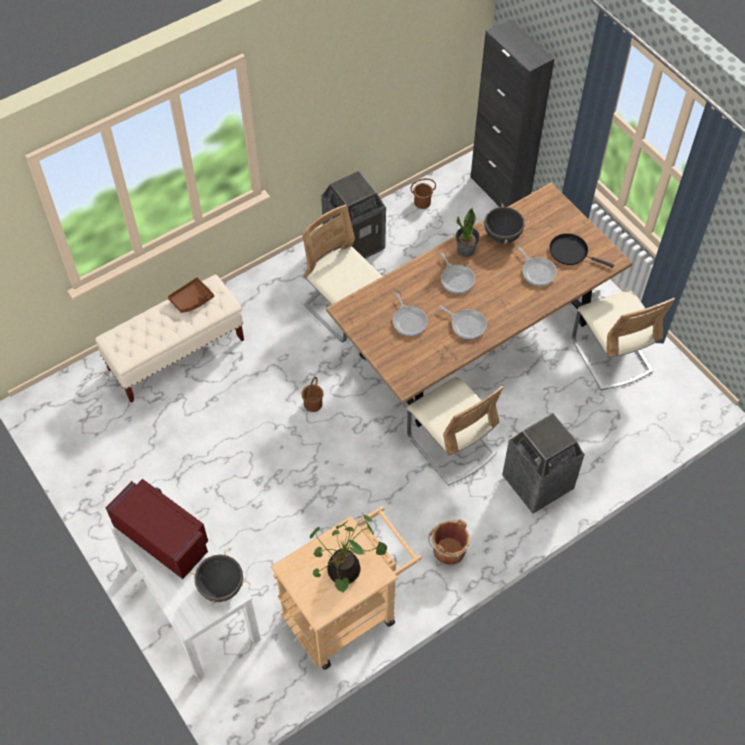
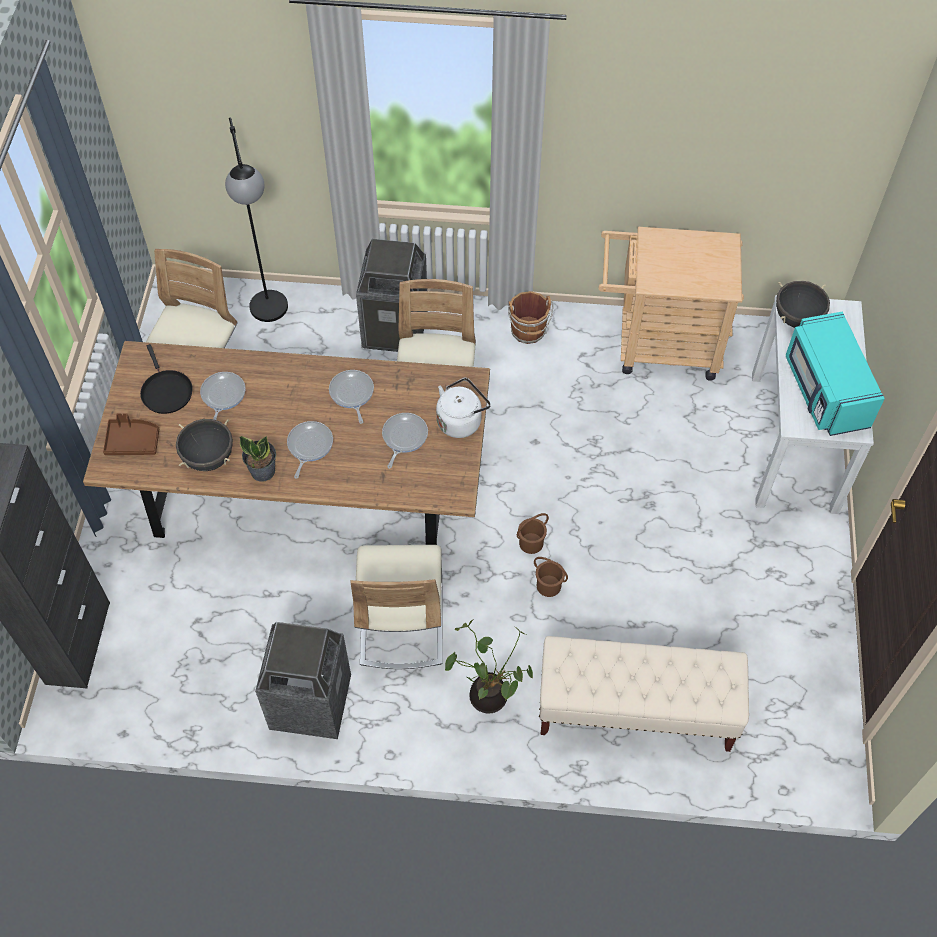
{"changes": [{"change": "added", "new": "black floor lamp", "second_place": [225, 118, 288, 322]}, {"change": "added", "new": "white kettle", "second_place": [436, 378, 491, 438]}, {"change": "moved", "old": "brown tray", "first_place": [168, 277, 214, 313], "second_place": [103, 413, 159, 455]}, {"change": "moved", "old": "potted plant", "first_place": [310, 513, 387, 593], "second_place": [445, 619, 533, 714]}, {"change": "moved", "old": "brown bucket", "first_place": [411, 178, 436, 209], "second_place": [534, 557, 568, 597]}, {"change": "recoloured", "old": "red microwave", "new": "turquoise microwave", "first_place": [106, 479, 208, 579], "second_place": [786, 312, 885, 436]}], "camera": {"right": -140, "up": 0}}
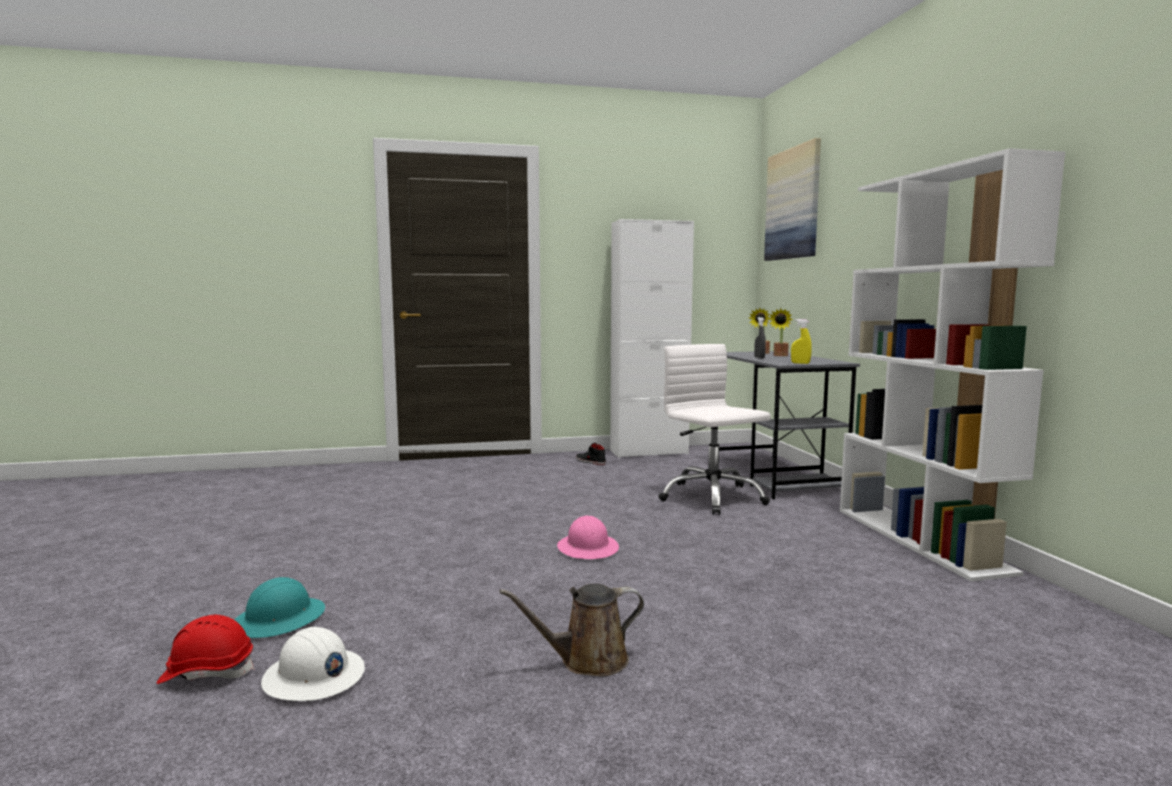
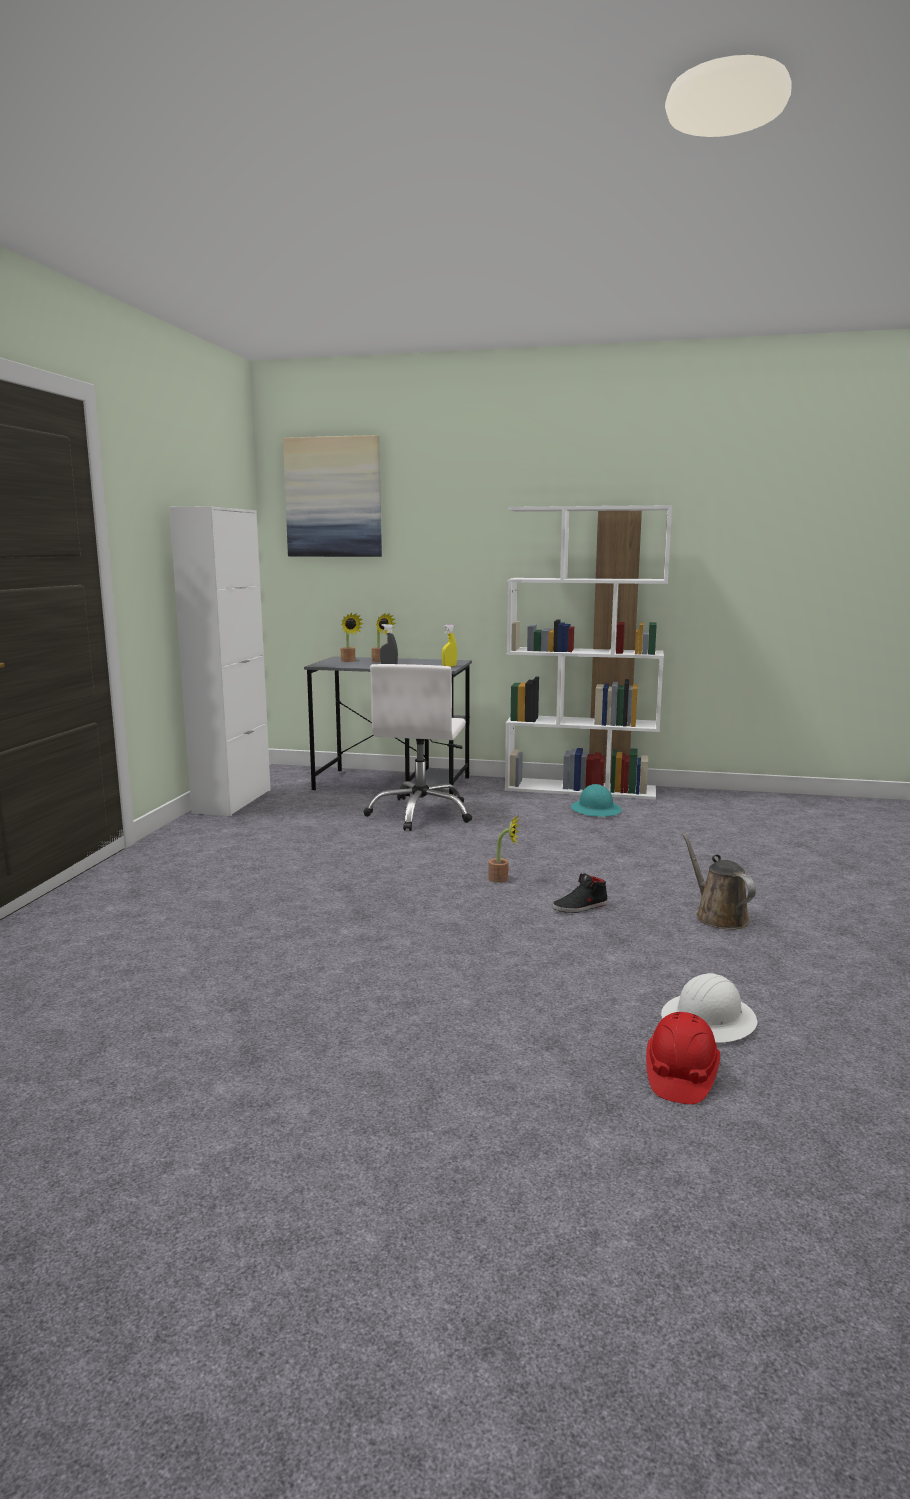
{"changes": [{"change": "moved", "old": "turquoise hard hat", "first_place": [235, 577, 325, 638], "second_place": [571, 784, 622, 817]}, {"change": "moved", "old": "black shoe", "first_place": [576, 443, 606, 465], "second_place": [553, 874, 607, 913]}, {"change": "replaced", "old": "pink hard hat", "new": "potted plant", "first_place": [557, 516, 619, 559], "second_place": [488, 816, 519, 882]}, {"change": "turned", "old": "brown watering can", "first_place": [500, 583, 644, 676], "second_place": [682, 833, 756, 929], "degrees": 150}, {"change": "turned", "old": "white office chair", "first_place": [658, 344, 771, 515], "second_place": [364, 664, 472, 831], "degrees": -75}], "camera": {"right": -65, "up": 5}}
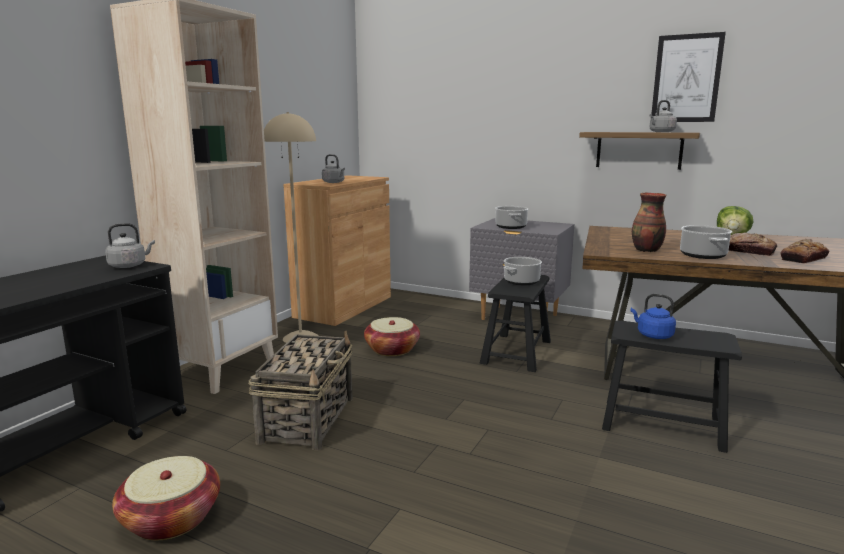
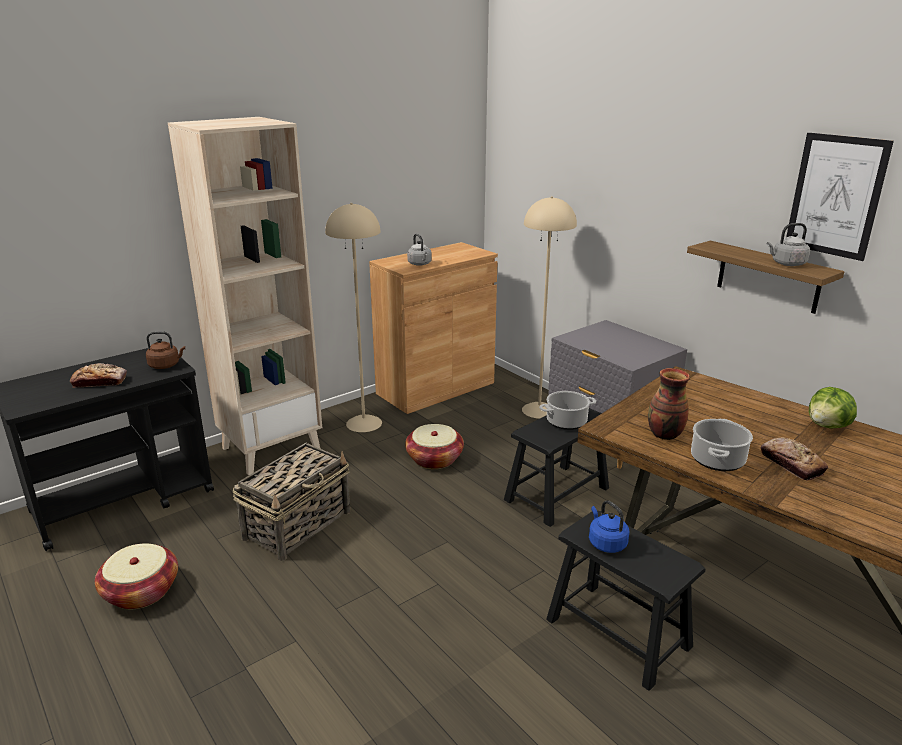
{"changes": [{"change": "removed", "old": "cooking pot", "first_place": [495, 206, 528, 229]}, {"change": "added", "new": "beige floor lamp", "second_place": [522, 196, 577, 419]}, {"change": "moved", "old": "bread", "first_place": [780, 239, 829, 264], "second_place": [70, 363, 127, 388]}, {"change": "recoloured", "old": "grey kettle", "new": "brown kettle", "first_place": [105, 223, 155, 268], "second_place": [146, 331, 185, 369]}], "camera": {"right": 25, "up": 10}}
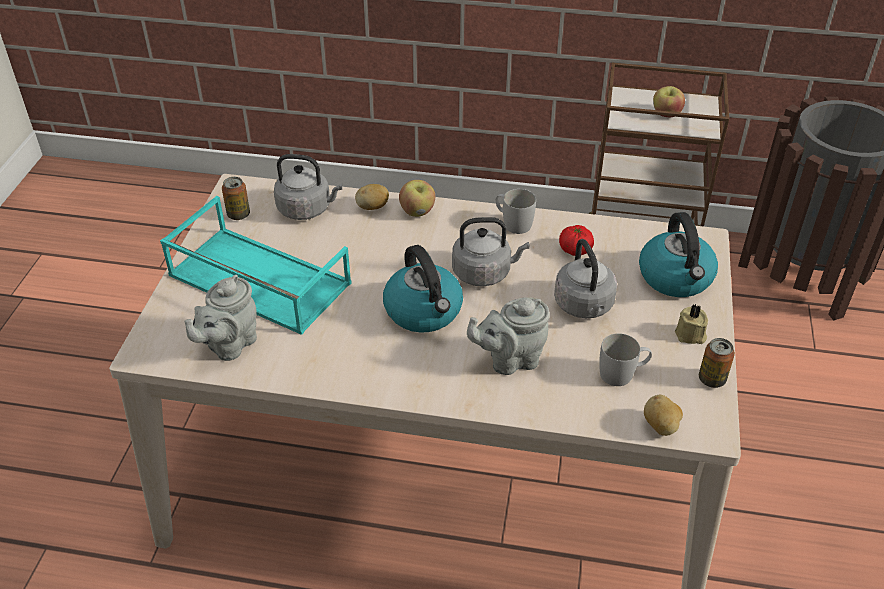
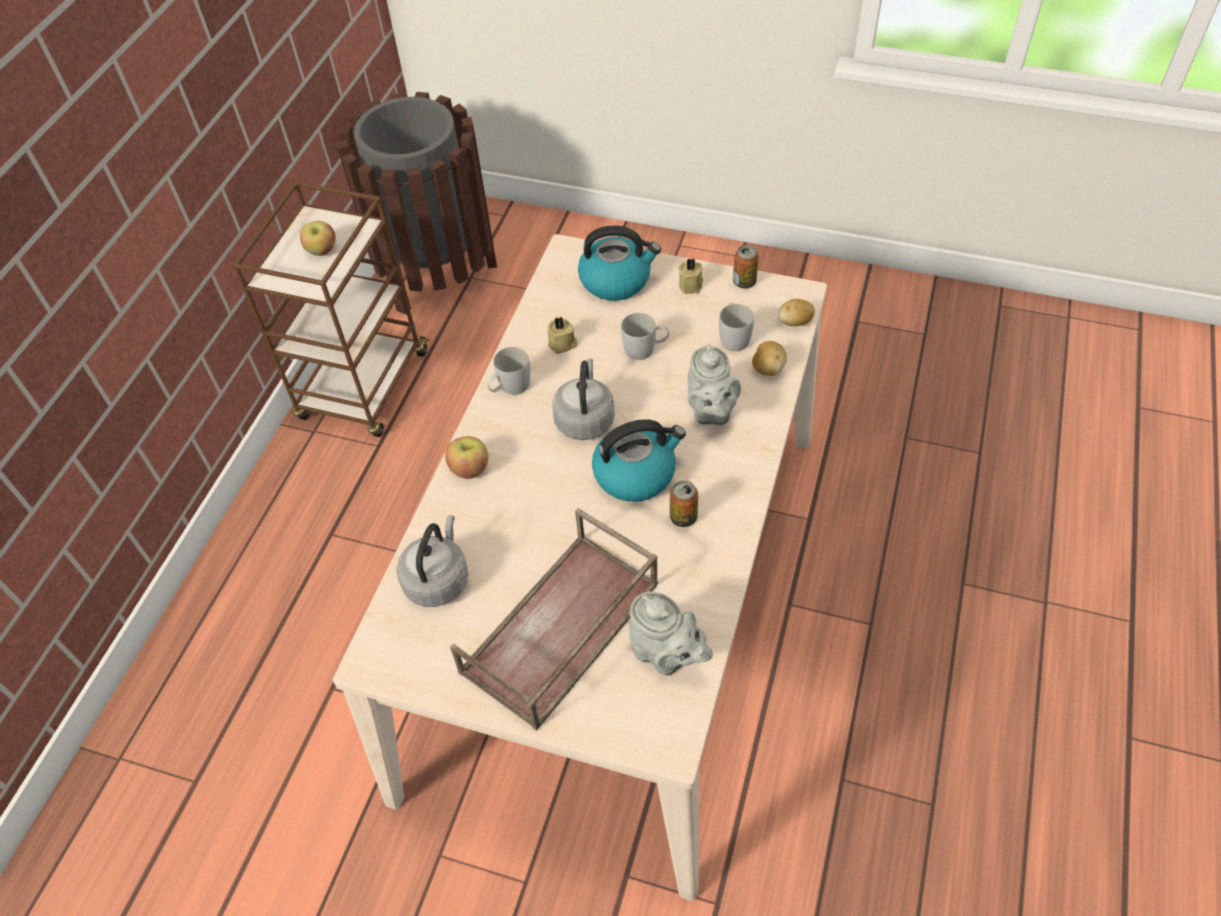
{"changes": [{"change": "moved", "old": "can", "first_place": [222, 177, 250, 220], "second_place": [670, 480, 698, 527]}, {"change": "moved", "old": "potato", "first_place": [355, 184, 389, 210], "second_place": [752, 341, 787, 376]}, {"change": "replaced", "old": "grey kettle", "new": "white mug", "first_place": [554, 239, 617, 318], "second_place": [621, 313, 669, 360]}, {"change": "replaced", "old": "tomato", "new": "beige candle", "first_place": [559, 225, 594, 256], "second_place": [547, 317, 578, 354]}, {"change": "recoloured", "old": "turquoise tray", "new": "brown tray", "first_place": [160, 196, 352, 335], "second_place": [450, 508, 658, 731]}], "camera": {"right": -80, "up": 10}}
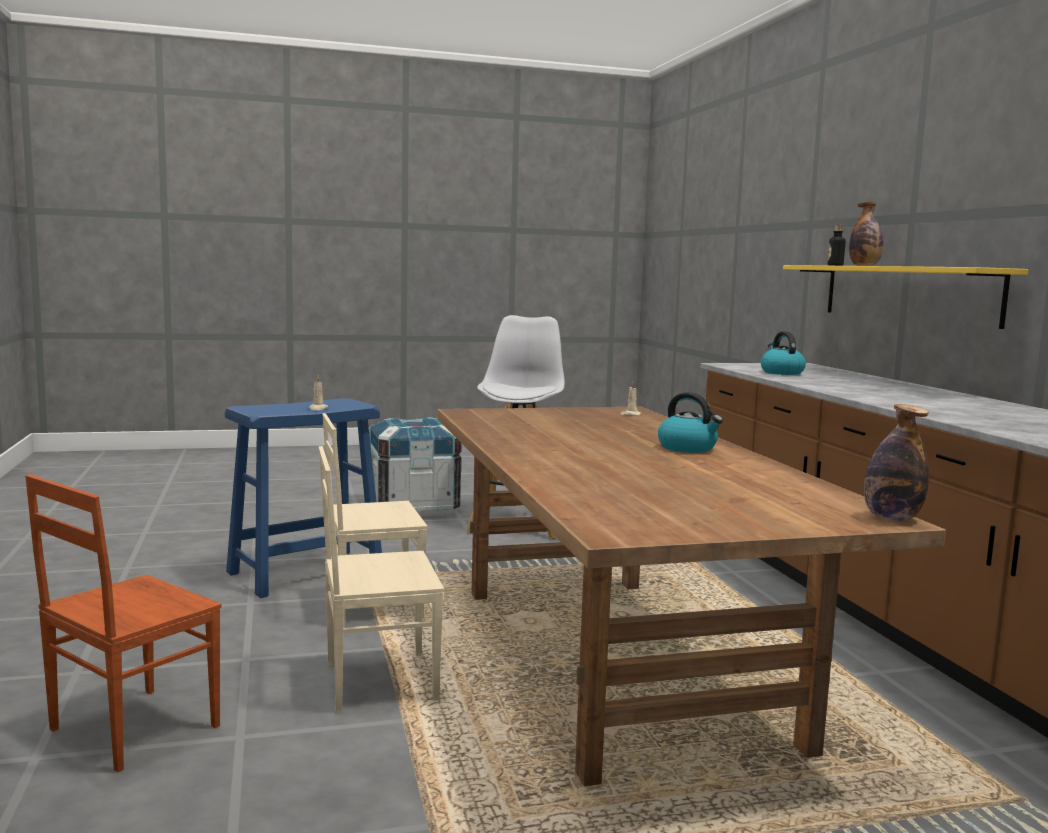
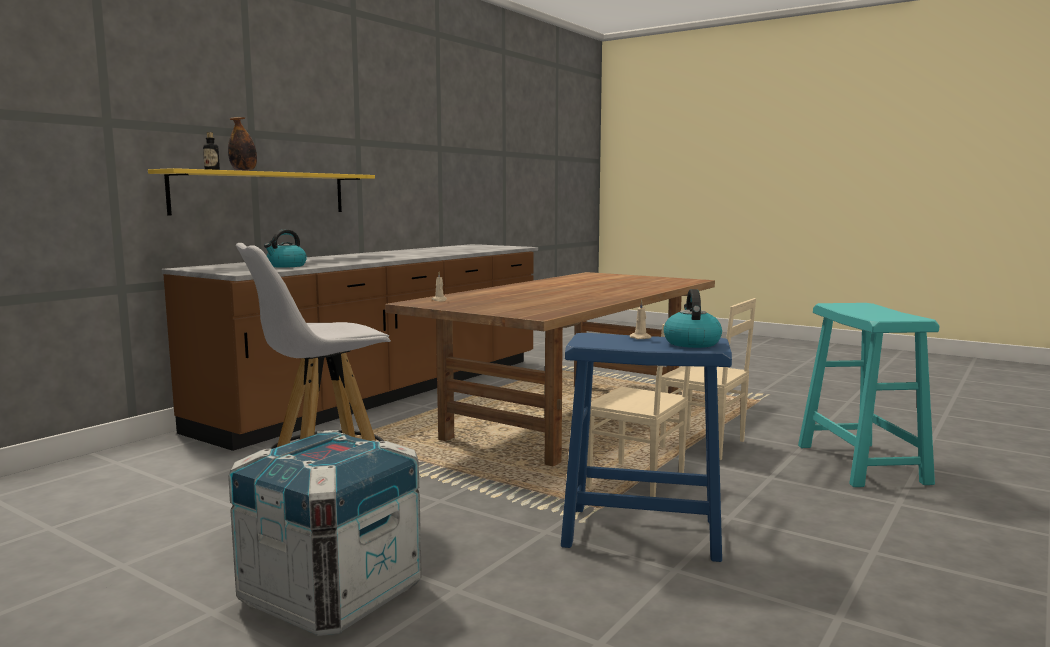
{"changes": [{"change": "removed", "old": "bottle", "first_place": [864, 404, 929, 521]}, {"change": "moved", "old": "kettle", "first_place": [658, 392, 723, 453], "second_place": [664, 289, 722, 348]}, {"change": "replaced", "old": "brown chair", "new": "turquoise stool", "first_place": [25, 474, 222, 772], "second_place": [798, 303, 939, 487]}], "camera": {"right": -130, "up": 0}}
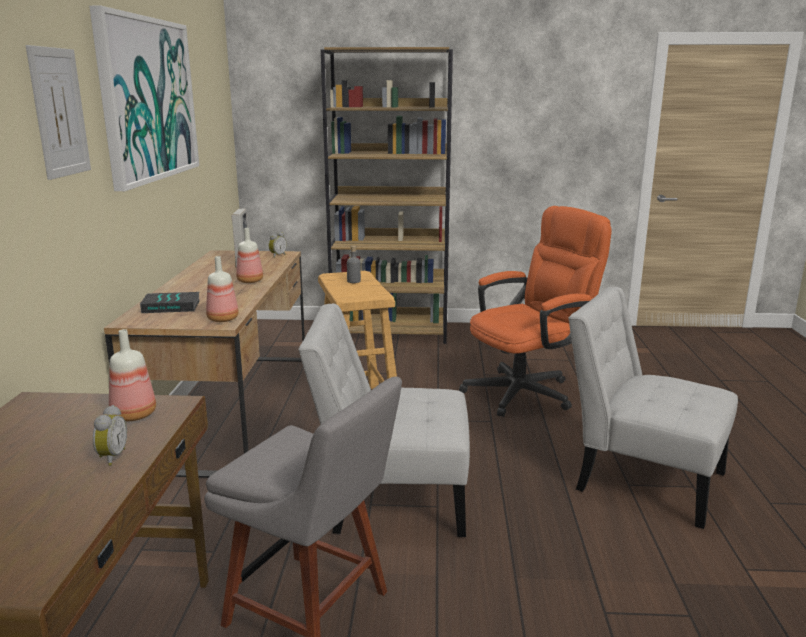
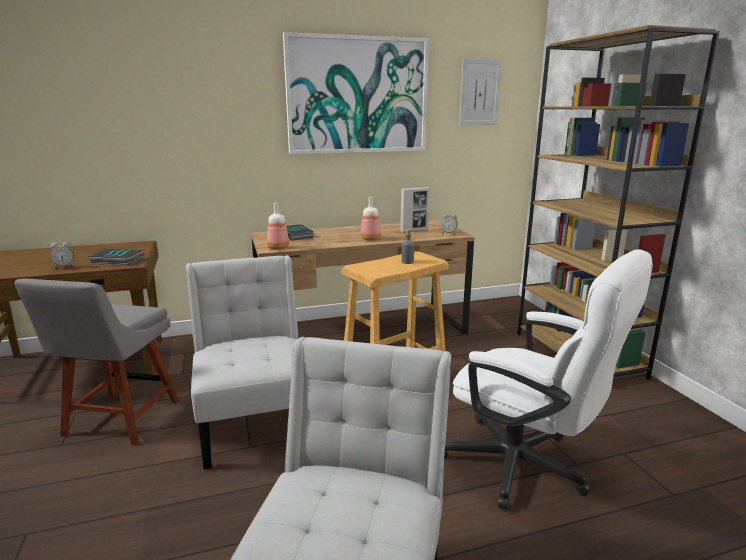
{"changes": [{"change": "moved", "old": "picture", "first_place": [26, 45, 91, 180], "second_place": [459, 58, 502, 125]}, {"change": "replaced", "old": "bottle", "new": "book", "first_place": [109, 329, 156, 421], "second_place": [89, 248, 144, 266]}, {"change": "recoloured", "old": "orange office chair", "new": "white office chair", "first_place": [459, 206, 612, 417], "second_place": [444, 250, 653, 510]}], "camera": {"right": 70, "up": 0}}
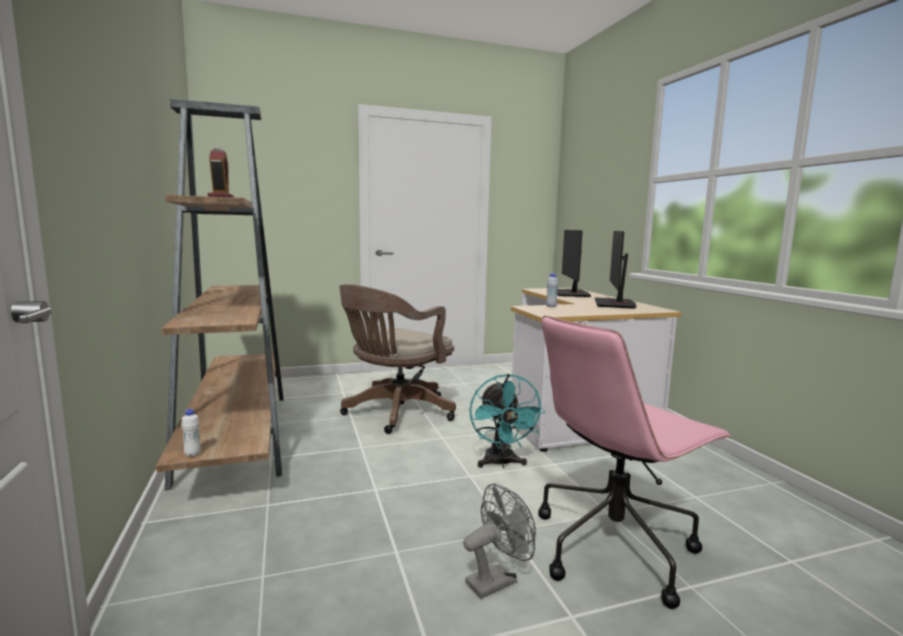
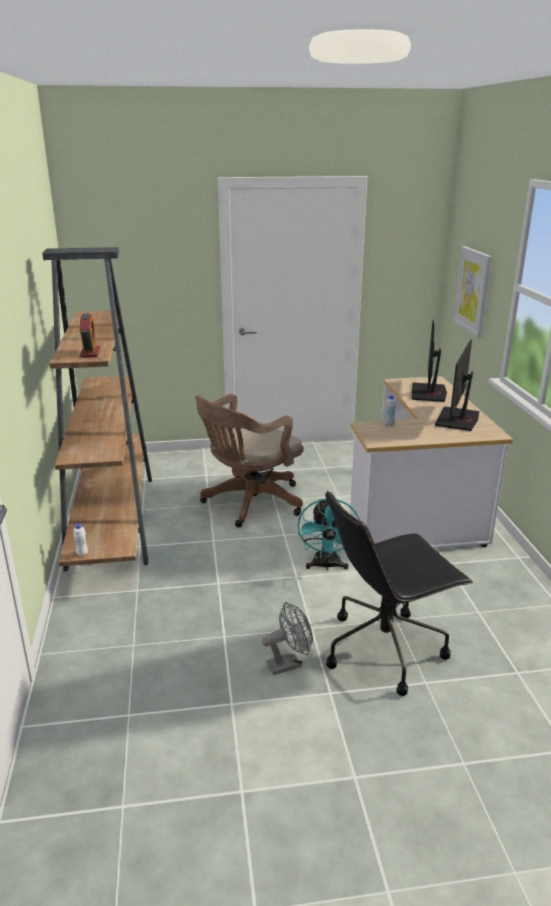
{"changes": [{"change": "added", "new": "picture", "second_place": [453, 246, 492, 338]}, {"change": "recoloured", "old": "pink office chair", "new": "black office chair", "first_place": [538, 316, 731, 609], "second_place": [325, 490, 473, 696]}], "camera": {"right": 10, "up": 15}}
